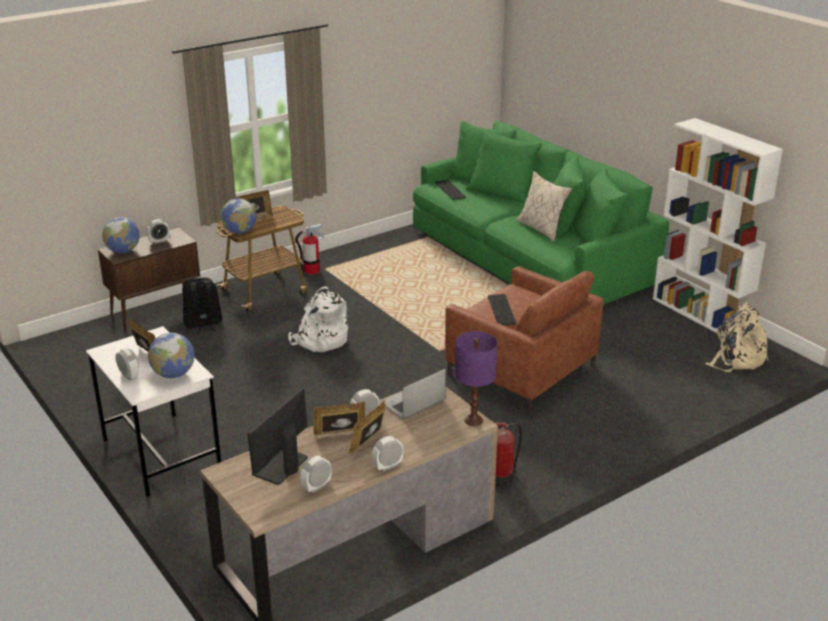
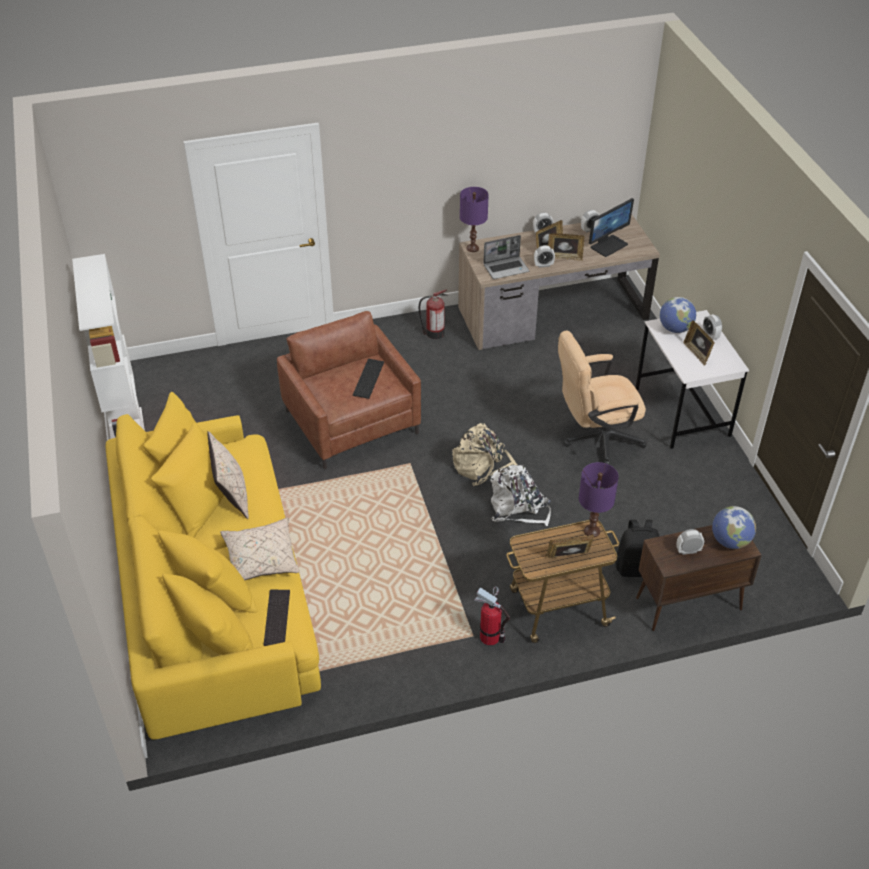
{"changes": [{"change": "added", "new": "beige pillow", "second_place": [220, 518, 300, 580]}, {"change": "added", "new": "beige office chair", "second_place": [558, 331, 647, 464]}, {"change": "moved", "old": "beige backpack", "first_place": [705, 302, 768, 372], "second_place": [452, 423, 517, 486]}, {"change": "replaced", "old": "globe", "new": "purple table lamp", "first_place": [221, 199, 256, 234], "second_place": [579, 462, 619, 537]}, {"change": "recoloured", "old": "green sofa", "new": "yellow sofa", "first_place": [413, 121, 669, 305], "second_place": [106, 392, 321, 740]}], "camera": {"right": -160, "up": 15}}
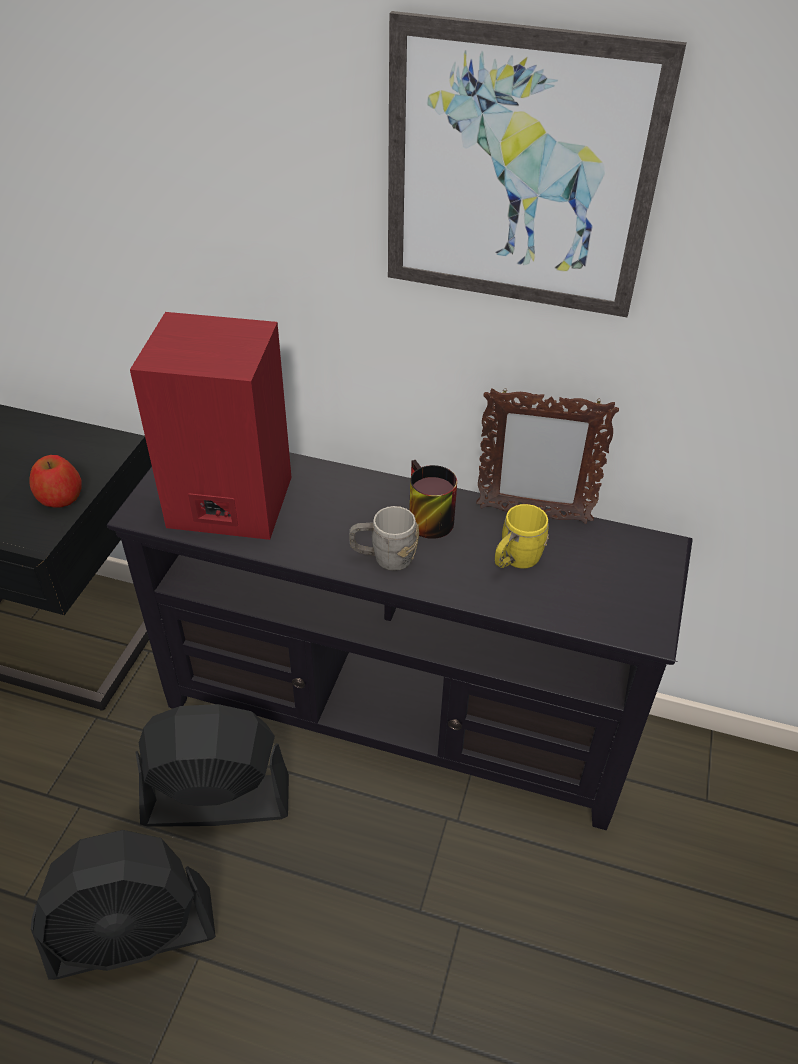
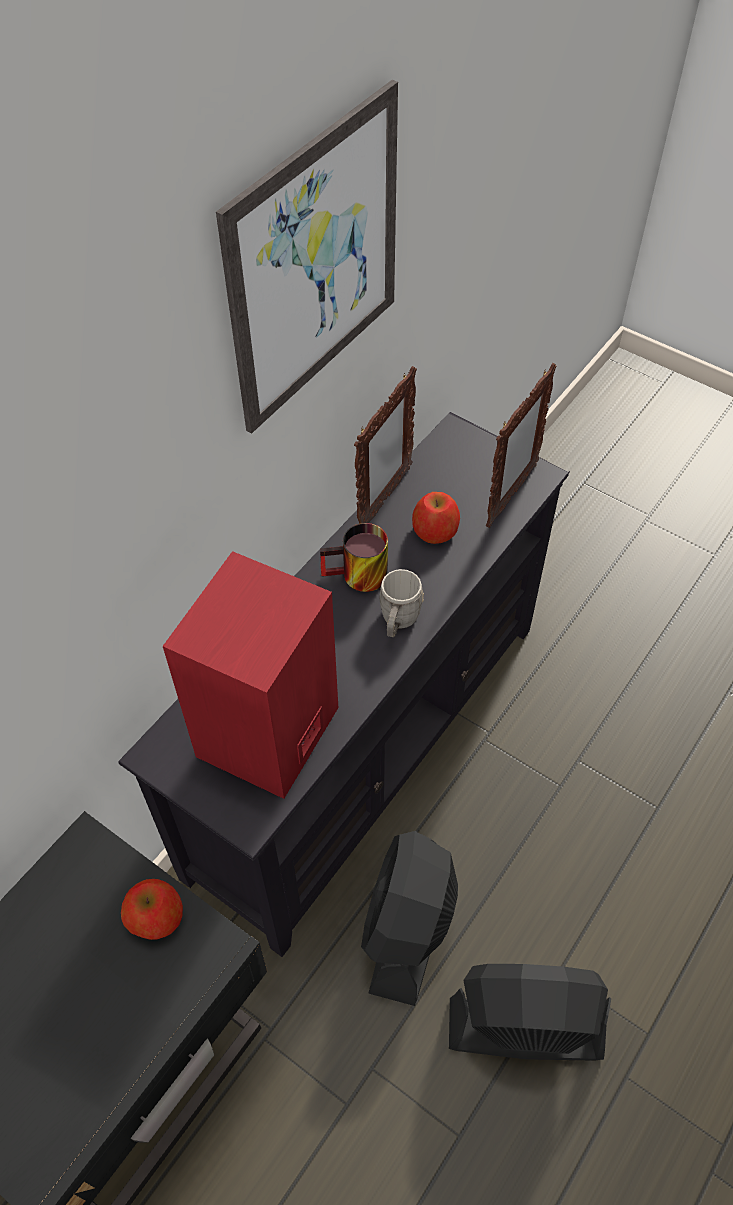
{"changes": [{"change": "added", "new": "picture frame", "second_place": [486, 363, 556, 528]}, {"change": "replaced", "old": "yellow mug", "new": "apple", "first_place": [495, 504, 549, 569], "second_place": [412, 492, 460, 544]}, {"change": "turned", "old": "black fan", "first_place": [31, 830, 216, 980], "second_place": [449, 964, 611, 1061], "degrees": -90}], "camera": {"right": -70, "up": 10}}
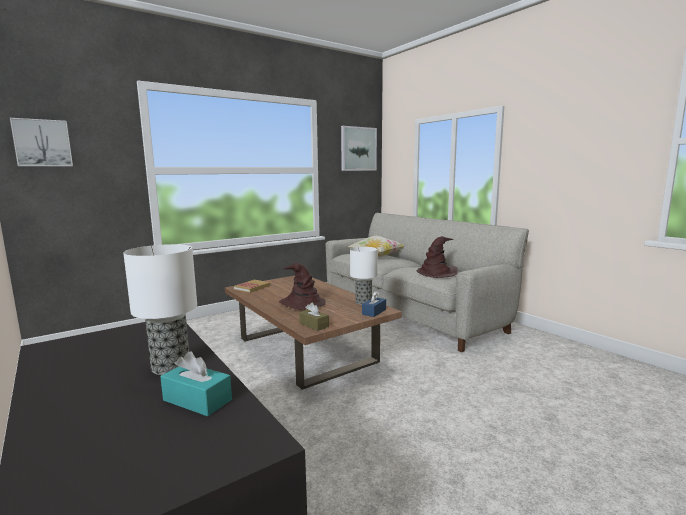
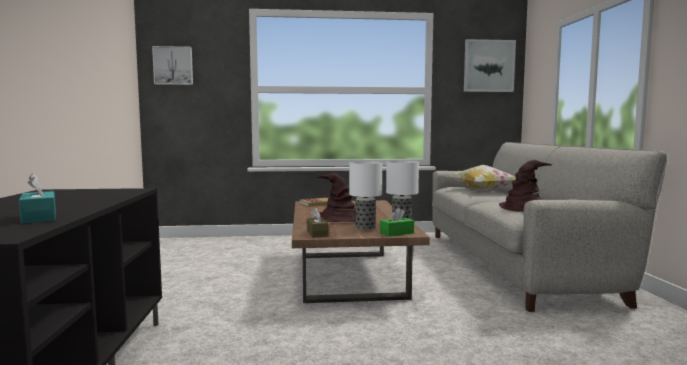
{"changes": [{"change": "moved", "old": "table lamp", "first_place": [123, 244, 197, 375], "second_place": [349, 161, 382, 230]}, {"change": "recoloured", "old": "blue tissue box", "new": "green tissue box", "first_place": [362, 291, 386, 317], "second_place": [380, 208, 414, 236]}], "camera": {"right": 30, "up": -5}}
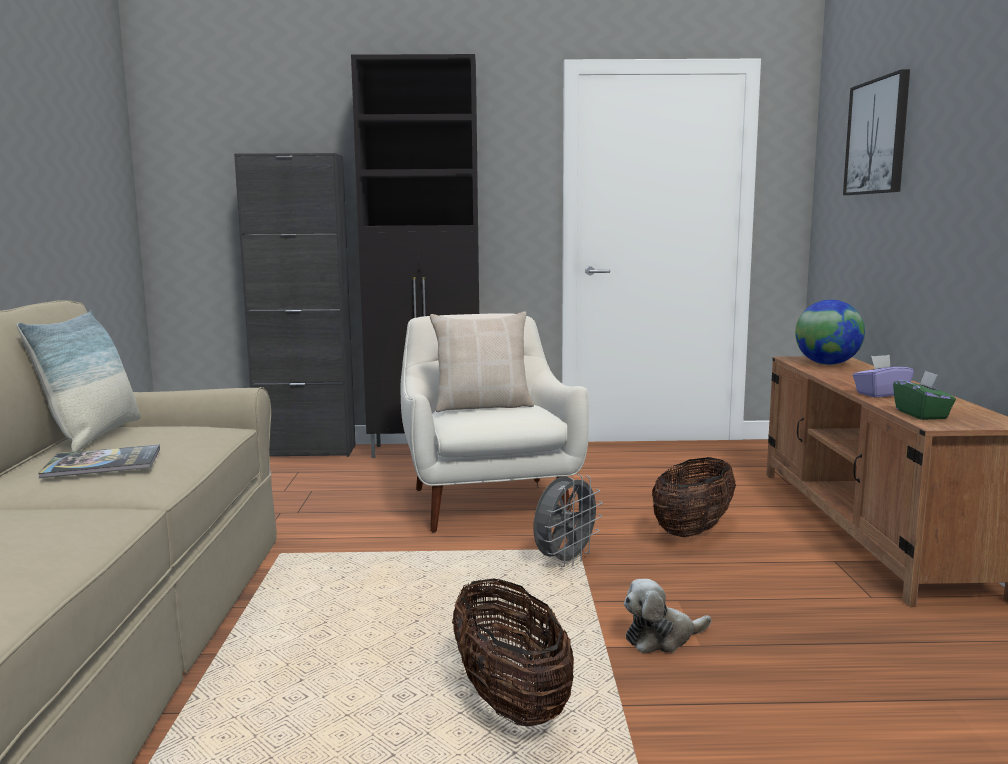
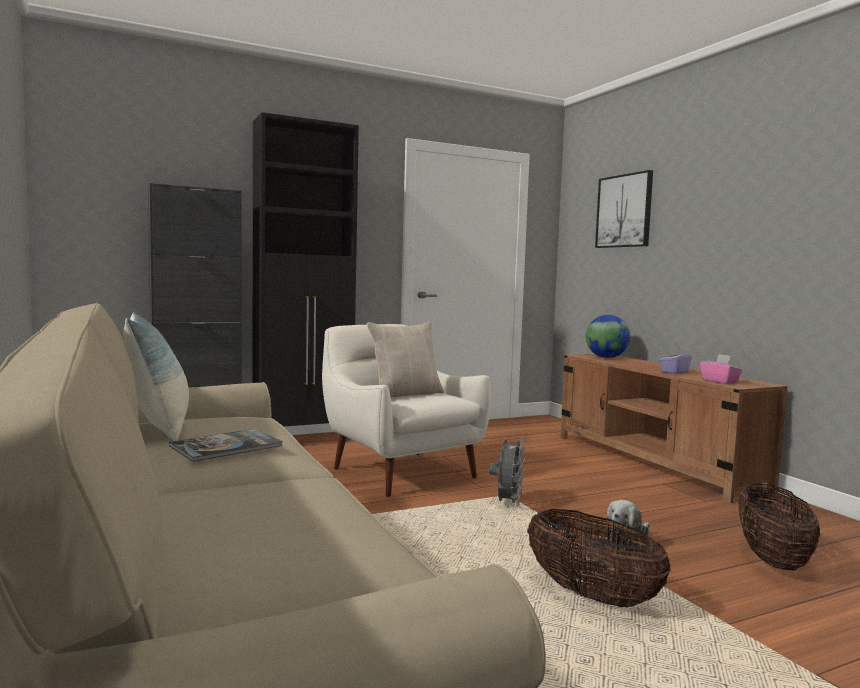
{"changes": [{"change": "moved", "old": "basket", "first_place": [652, 457, 736, 537], "second_place": [738, 483, 820, 570]}, {"change": "recoloured", "old": "green tissue box", "new": "pink tissue box", "first_place": [893, 370, 956, 420], "second_place": [700, 354, 743, 384]}], "camera": {"right": -25, "up": -5}}
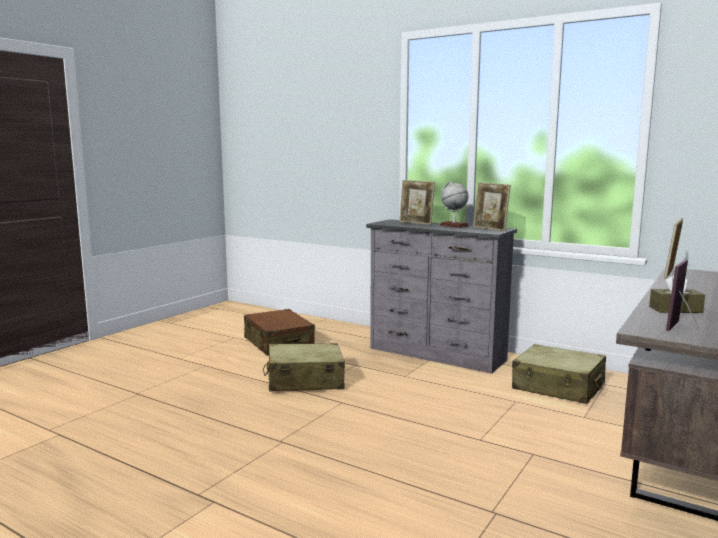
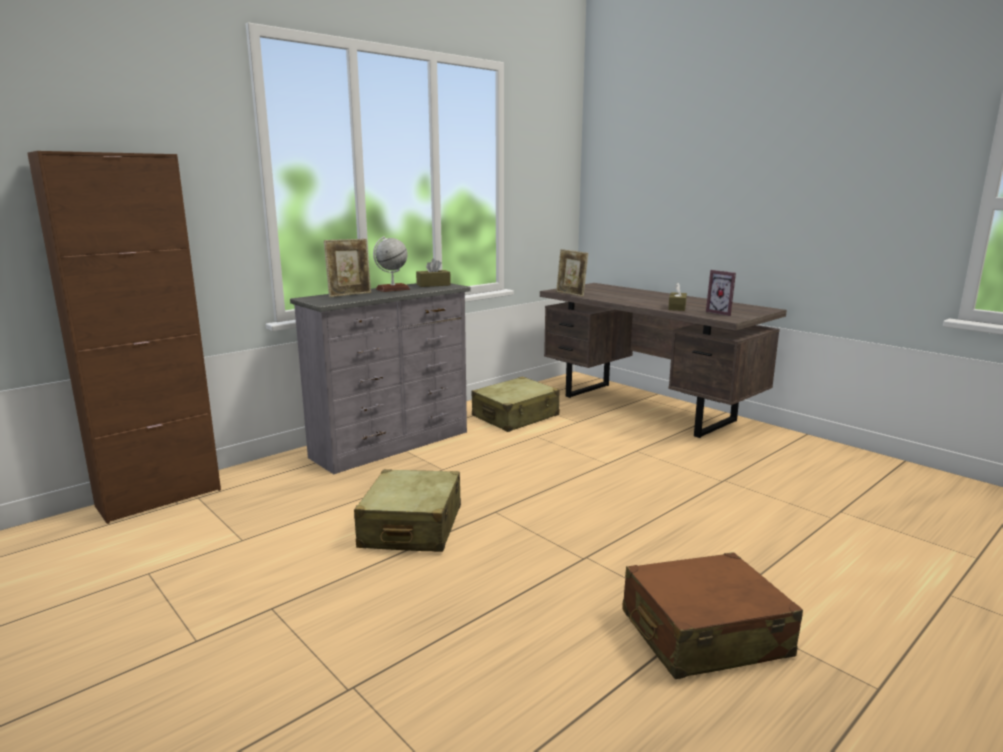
{"changes": [{"change": "added", "new": "brown cabinet", "second_place": [27, 151, 221, 524]}, {"change": "moved", "old": "brown suitcase", "first_place": [244, 309, 315, 355], "second_place": [622, 552, 803, 679]}, {"change": "replaced", "old": "picture frame", "new": "brown tissue box", "first_place": [473, 182, 511, 231], "second_place": [416, 259, 451, 287]}], "camera": {"right": -75, "up": 5}}
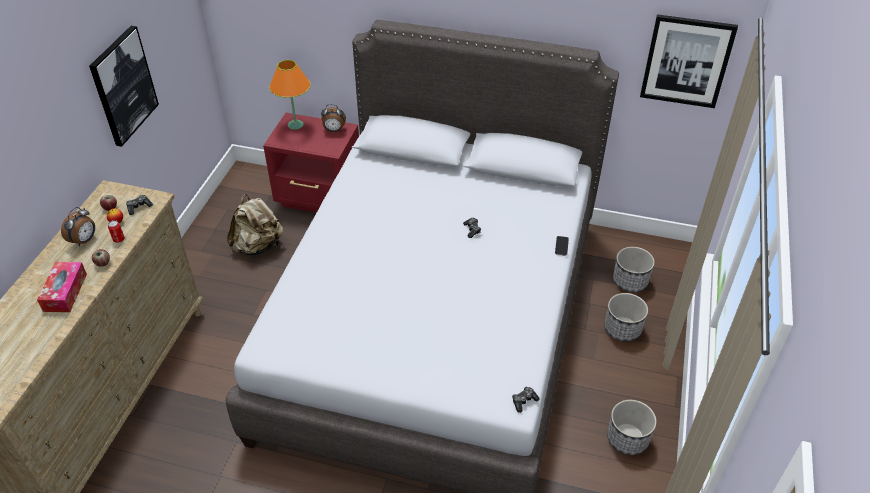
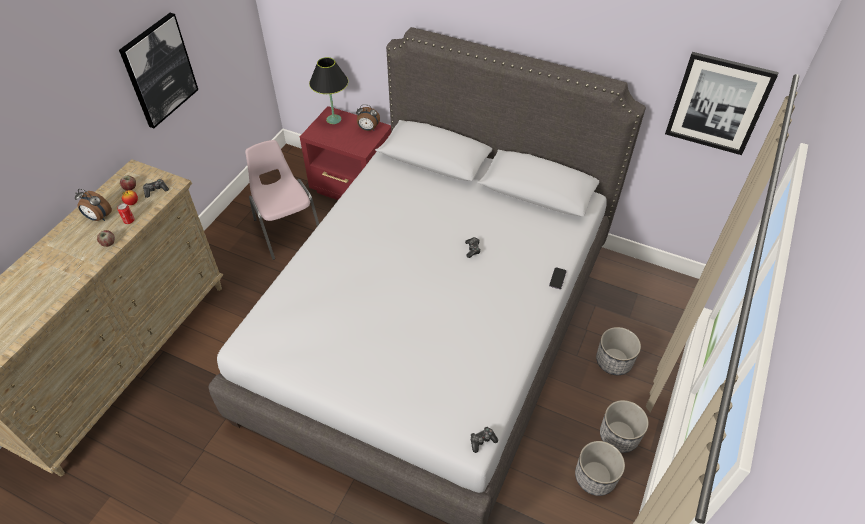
{"changes": [{"change": "removed", "old": "tissue box", "first_place": [37, 262, 87, 312]}, {"change": "moved", "old": "planter", "first_place": [613, 247, 655, 292], "second_place": [600, 400, 649, 453]}, {"change": "replaced", "old": "beige backpack", "new": "pink chair", "first_place": [227, 194, 283, 255], "second_place": [245, 140, 319, 260]}, {"change": "recoloured", "old": "orange table lamp", "new": "black table lamp", "first_place": [269, 60, 310, 130], "second_place": [309, 57, 348, 124]}, {"change": "turned", "old": "alarm clock", "first_place": [61, 207, 95, 246], "second_place": [75, 189, 112, 221], "degrees": 75}], "camera": {"right": 10, "up": 5}}
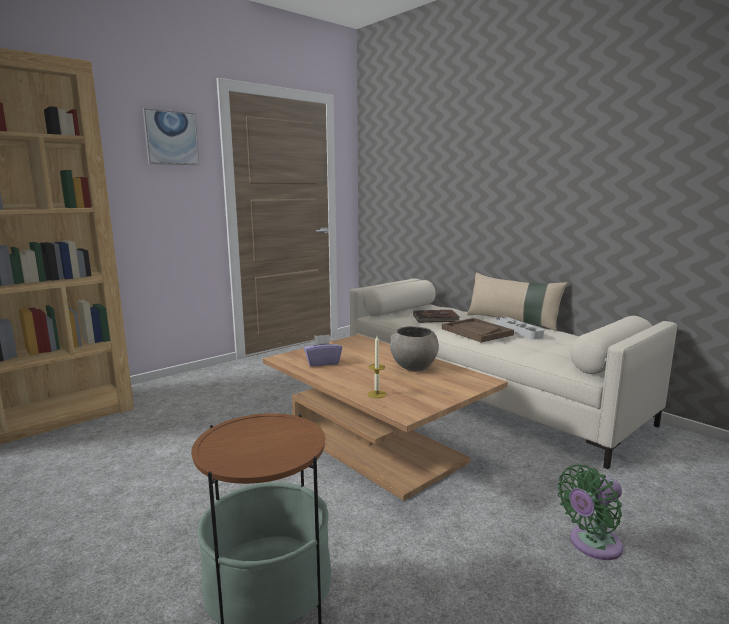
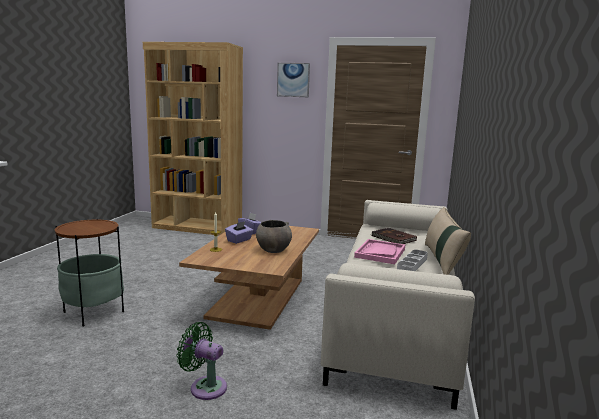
{"changes": [{"change": "added", "new": "purple tissue box", "second_place": [225, 221, 253, 244]}, {"change": "recoloured", "old": "brown tray", "new": "pink tray", "first_place": [442, 318, 514, 343], "second_place": [354, 239, 405, 264]}], "camera": {"right": 55, "up": 0}}
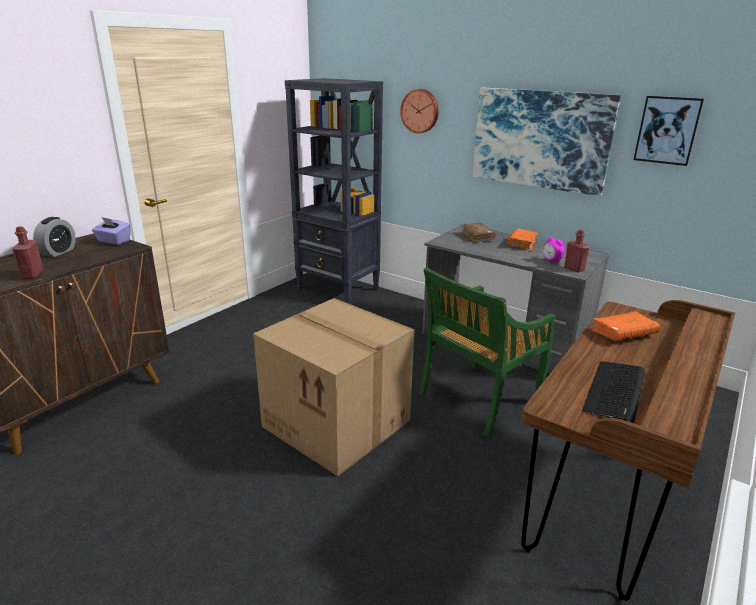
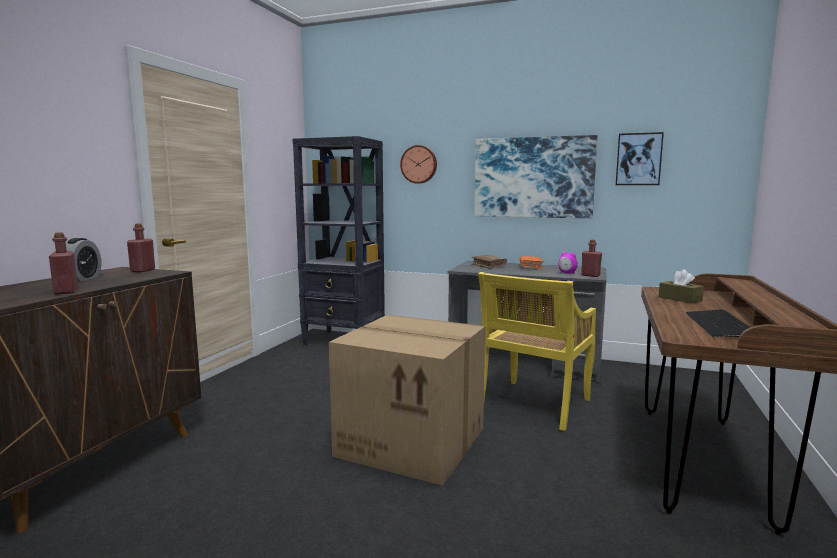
{"changes": [{"change": "replaced", "old": "purple tissue box", "new": "red bottle", "first_place": [92, 217, 131, 245], "second_place": [127, 224, 155, 272]}, {"change": "replaced", "old": "orange book", "new": "brown tissue box", "first_place": [591, 311, 660, 341], "second_place": [659, 269, 704, 304]}, {"change": "recoloured", "old": "green chair", "new": "yellow chair", "first_place": [419, 267, 555, 437], "second_place": [478, 272, 596, 431]}], "camera": {"right": -15, "up": -15}}
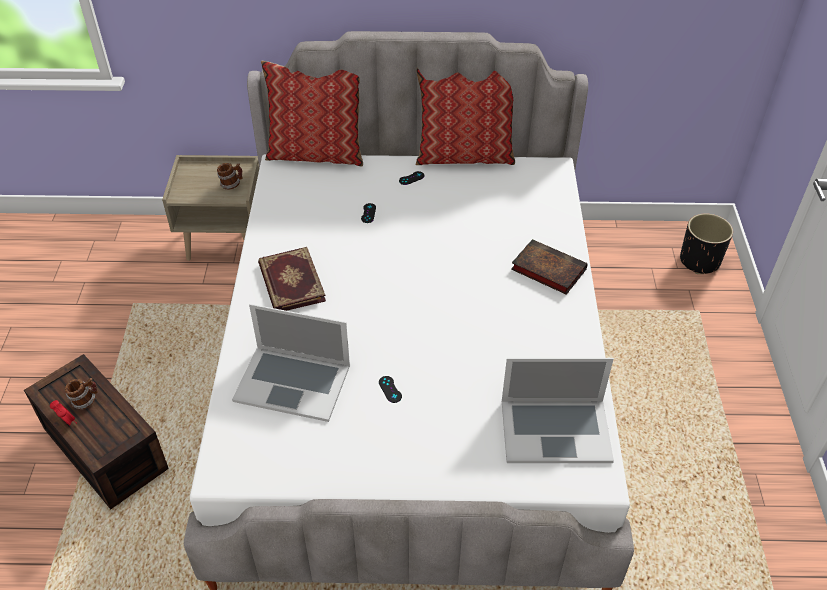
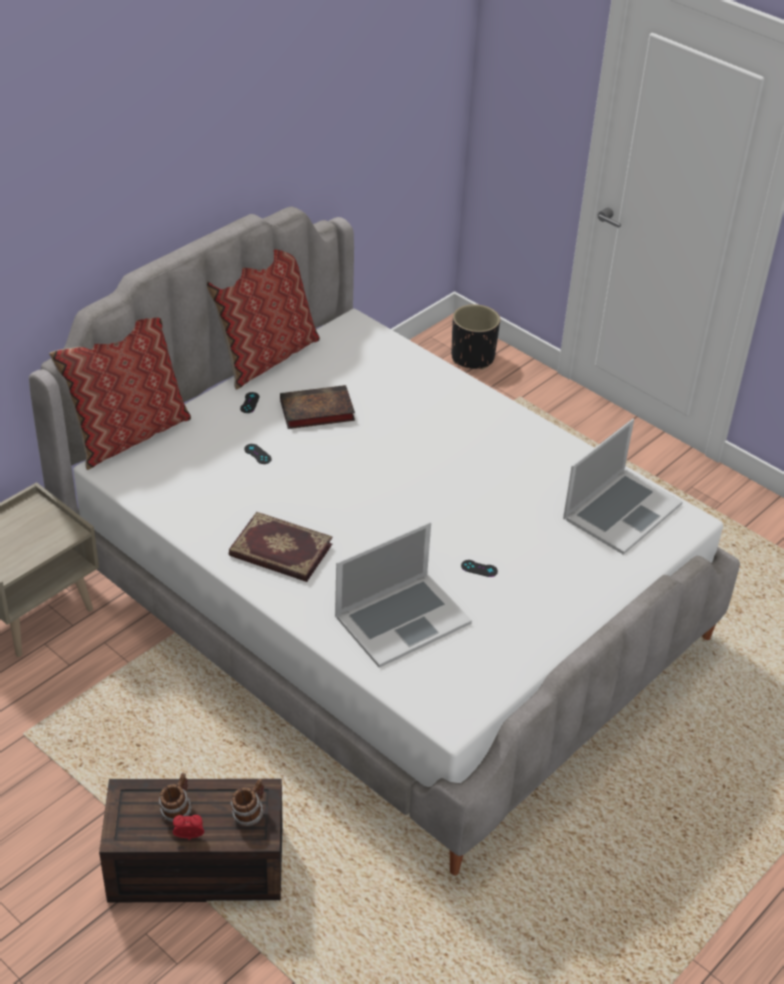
{"changes": [{"change": "moved", "old": "mug", "first_place": [217, 163, 243, 190], "second_place": [230, 779, 264, 827]}, {"change": "moved", "old": "book", "first_place": [511, 239, 587, 295], "second_place": [280, 385, 355, 429]}], "camera": {"right": -50, "up": -5}}
